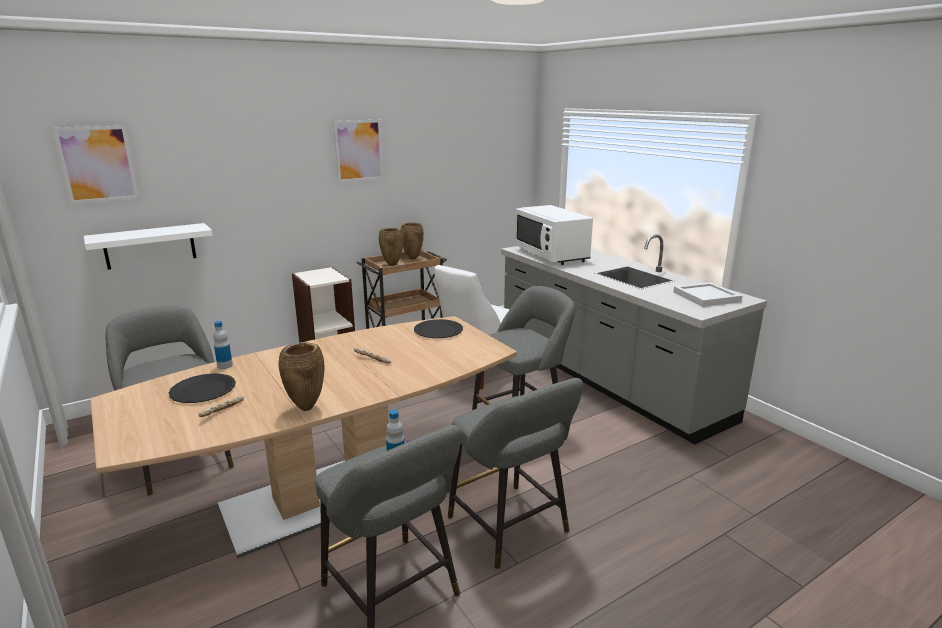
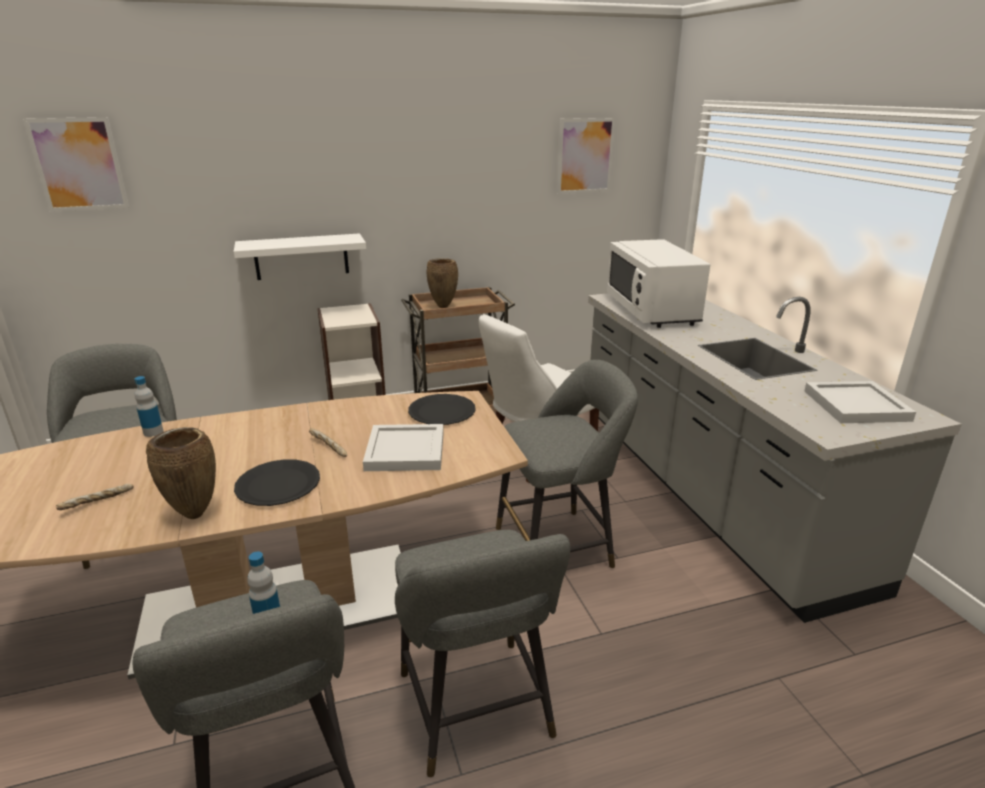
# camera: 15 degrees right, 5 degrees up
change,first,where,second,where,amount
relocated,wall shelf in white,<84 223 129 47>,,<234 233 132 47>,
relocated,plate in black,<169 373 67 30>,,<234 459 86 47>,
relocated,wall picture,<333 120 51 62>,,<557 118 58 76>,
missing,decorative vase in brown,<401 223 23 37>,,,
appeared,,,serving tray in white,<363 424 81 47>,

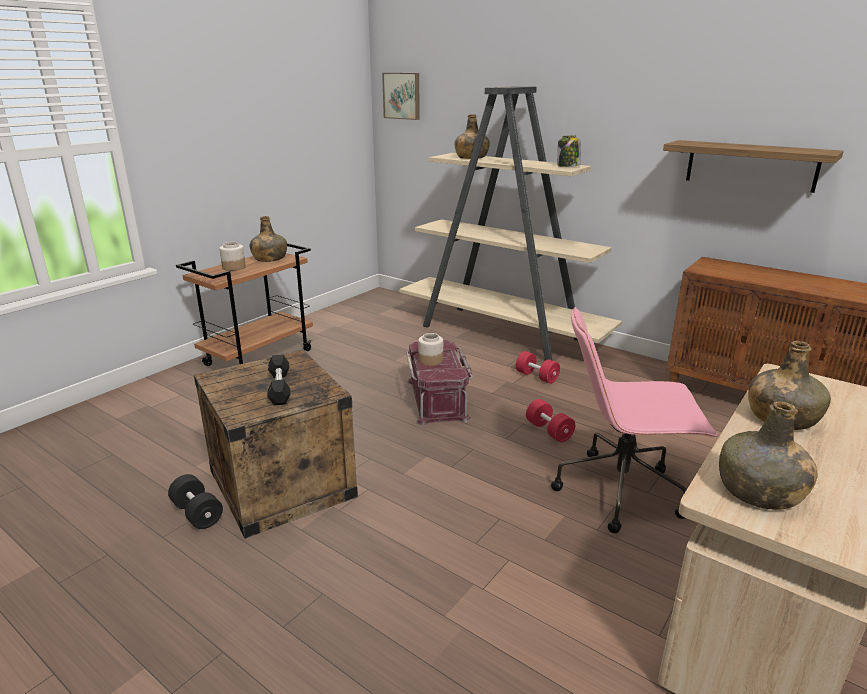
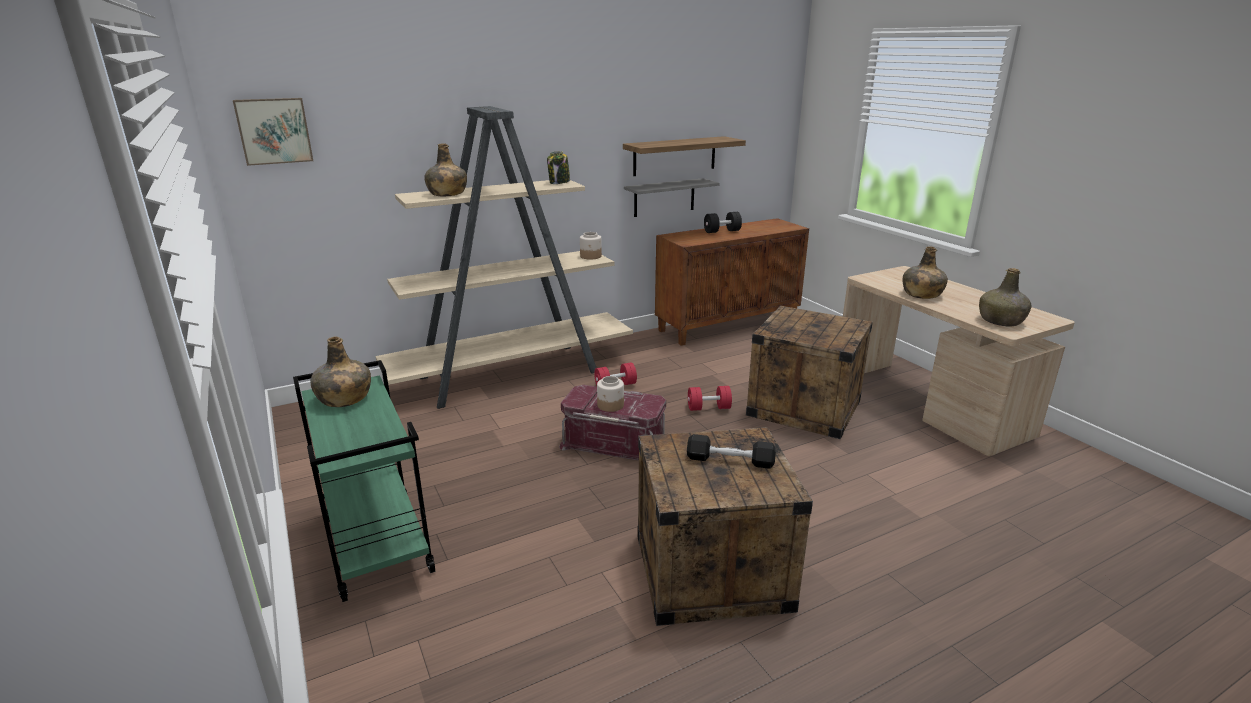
# camera: 65 degrees left, 0 degrees up
change,first,where,second,where,amount
relocated,free weight in black,<168 474 55 55>,,<704 212 38 21>,
colour,cart in brown,<176 243 137 123>,cart in green,<293 360 142 242>,
relocated,storage jar,<219 242 27 29>,,<580 232 22 27>,
exchanged,desk chair in pink-coloured,<551 307 167 226>,shipping crate,<746 306 127 133>,
appeared,,,wall shelf in grey,<624 178 96 39>,

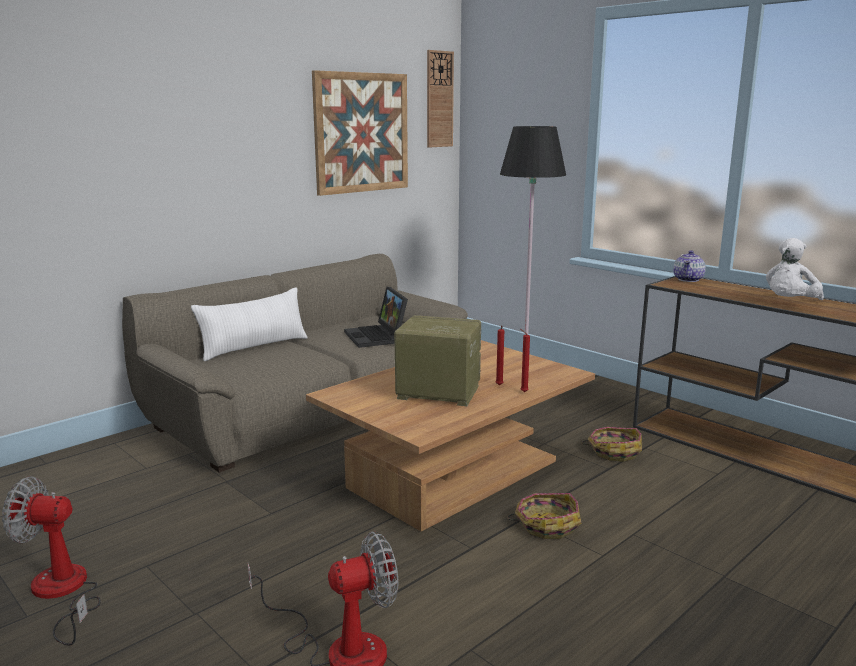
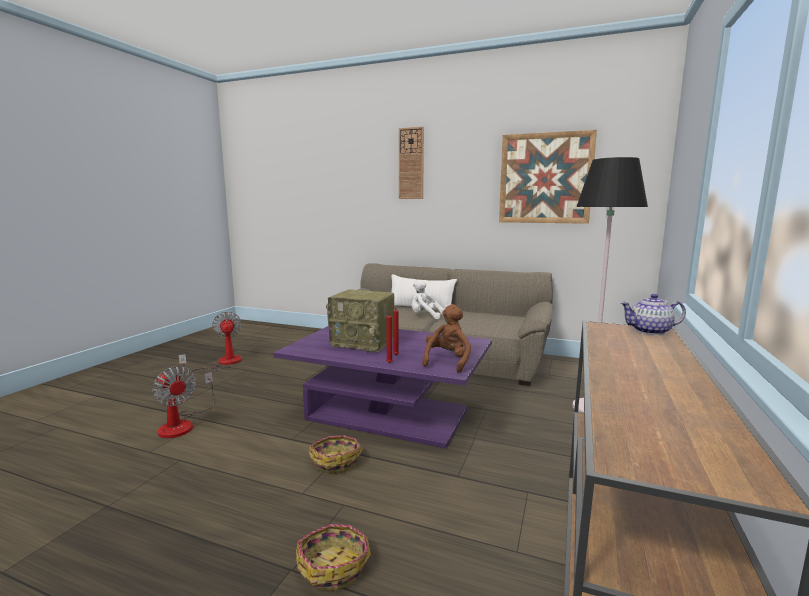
# camera: 65 degrees right, 5 degrees down
change,first,where,second,where,amount
colour,low table in brown,<306 340 289 192>,low table in purplish,<273 326 219 122>,
missing,notebook computer,<344 287 64 61>,,,
spun,radio set,<394 315 87 91>,,<328 289 66 64>,120 degrees clockwise
relocated,clock on the wall,<427 50 27 98>,,<399 127 25 72>,
relocated,storage basket,<581 427 61 35>,,<296 524 75 67>,
relocated,plush toy in white,<766 238 58 62>,,<412 280 33 39>,
appeared,,,plush toy in brown,<422 304 49 69>,

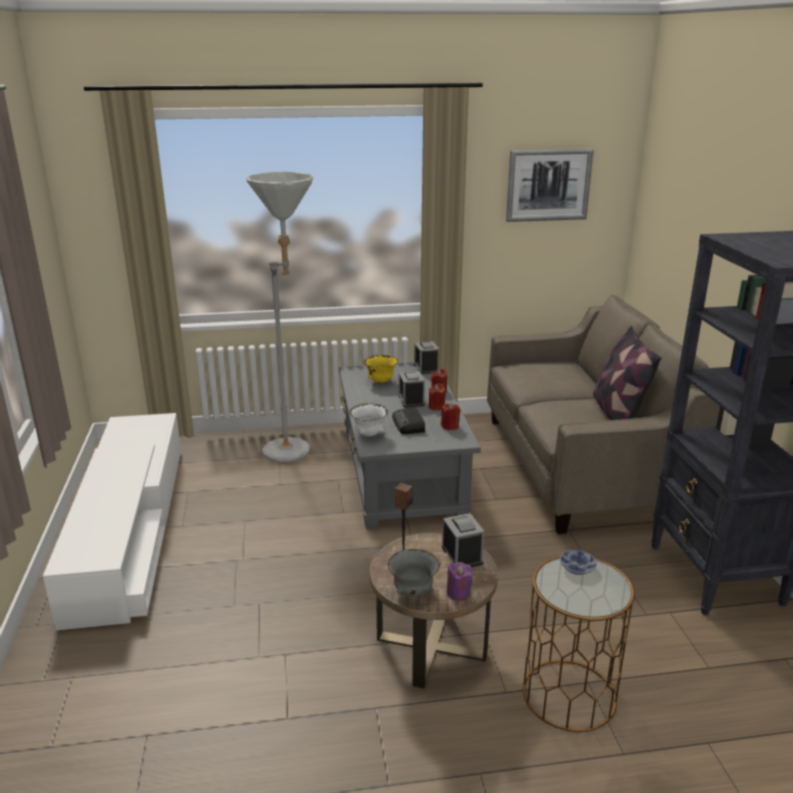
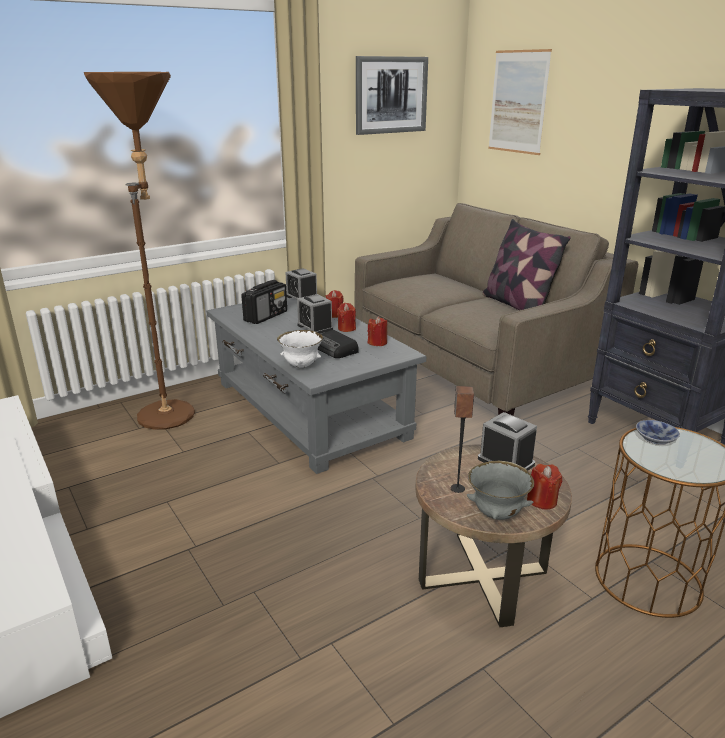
# camera: 25 degrees left, 0 degrees up
change,first,where,second,where,amount
colour,standard lamp in grey,<247 172 66 291>,standard lamp in brown,<84 72 111 358>,
exchanged,bowl in yellow,<364 355 34 28>,radio set,<241 280 46 44>,
colour,wax candle in purplish,<447 562 26 39>,wax candle in reddish,<527 464 35 45>,
appeared,,,wall picture,<488 49 64 106>,

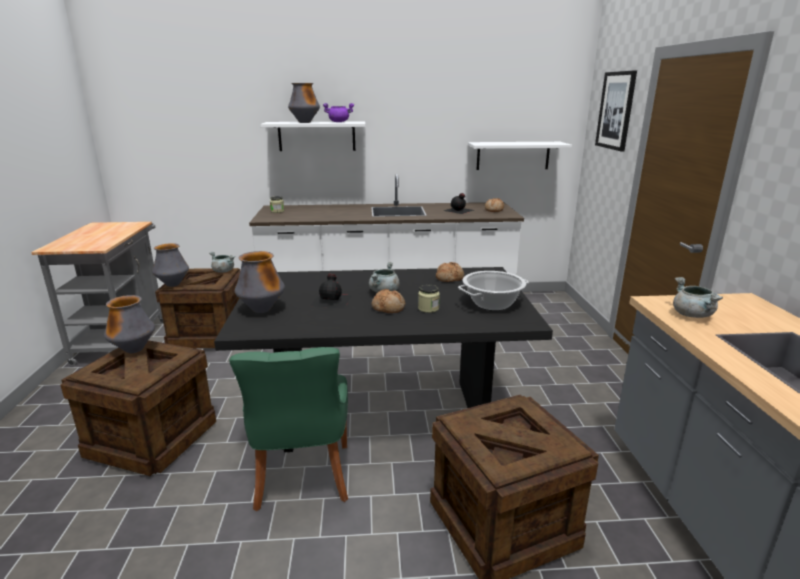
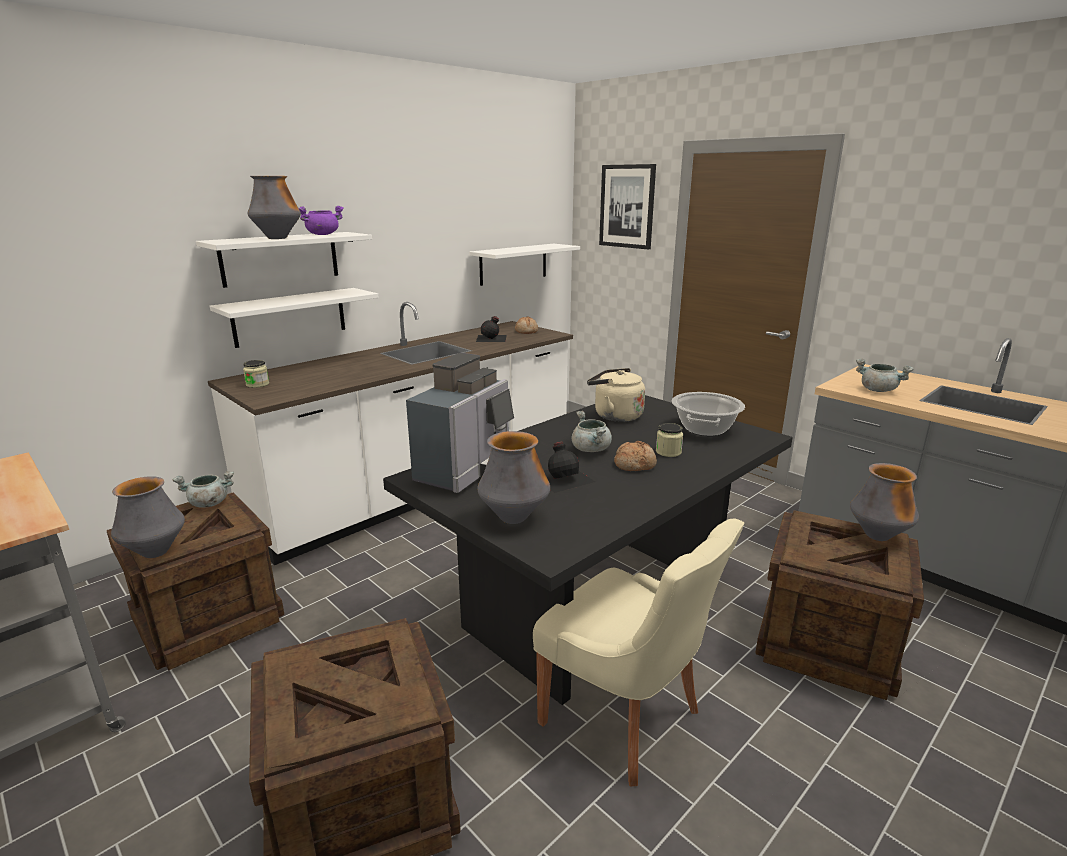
# camera: 40 degrees left, 0 degrees up
change,first,where,second,where,amount
relocated,decorative vase,<104 295 51 58>,,<850 463 69 78>,
colour,plain chair in green,<229 347 119 164>,plain chair in sand-coloured,<533 519 211 267>,
exchanged,bread,<436 262 28 20>,tea kettle in sand-coloured,<587 368 58 54>,
appeared,,,wall shelf in white,<210 288 169 60>,
appeared,,,coffee machine,<406 353 108 140>,

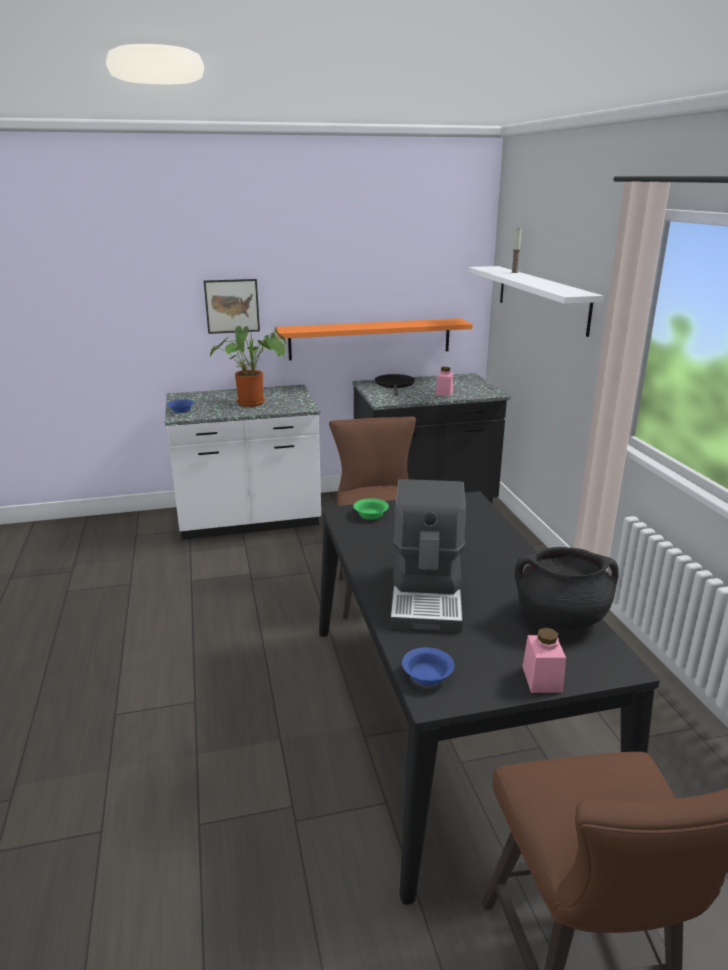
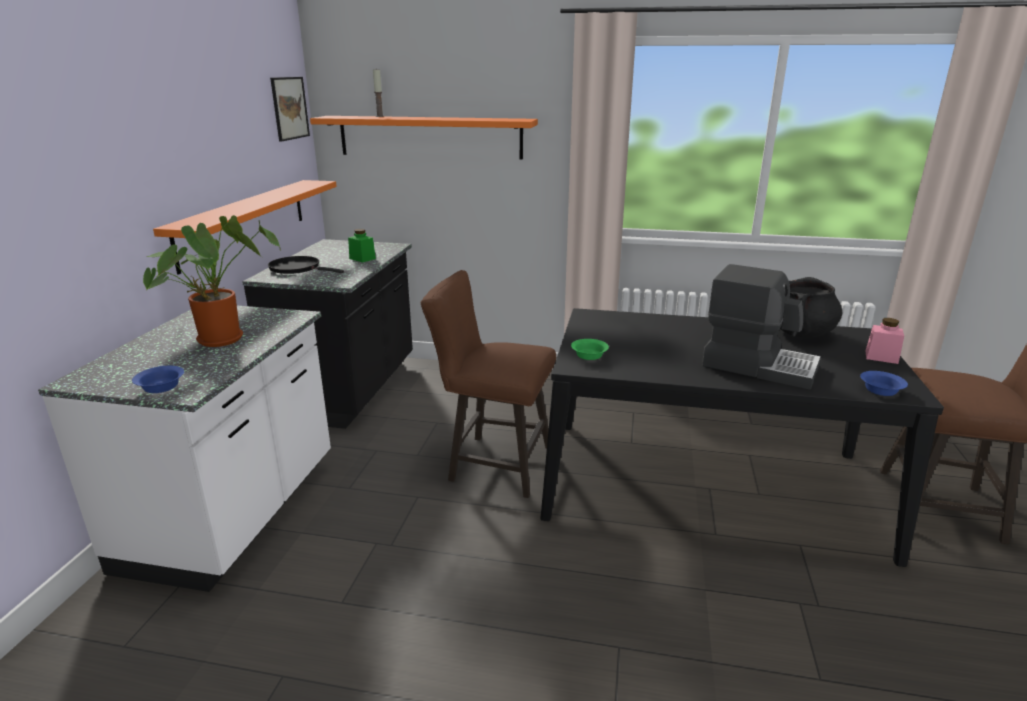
# camera: 65 degrees left, 0 degrees up
change,first,where,second,where,amount
relocated,wall picture,<204 279 56 55>,,<270 77 40 65>,
colour,storage jar in pink-coloured,<436 367 17 29>,storage jar in green,<348 229 28 34>,
colour,wall shelf in white,<468 266 135 71>,wall shelf in orange-coloured,<310 116 228 43>,

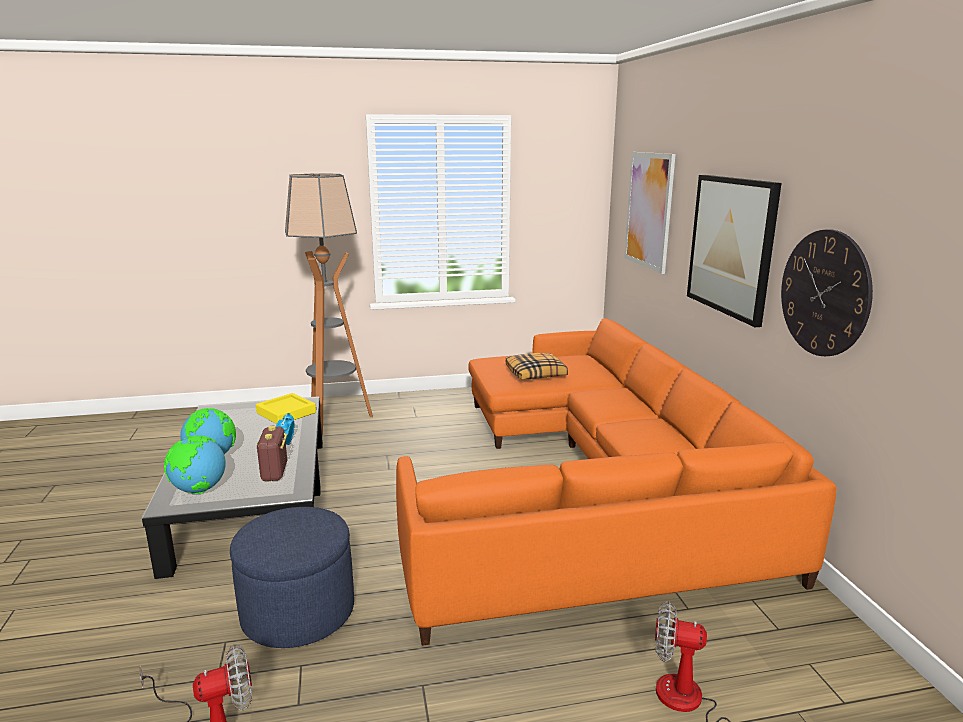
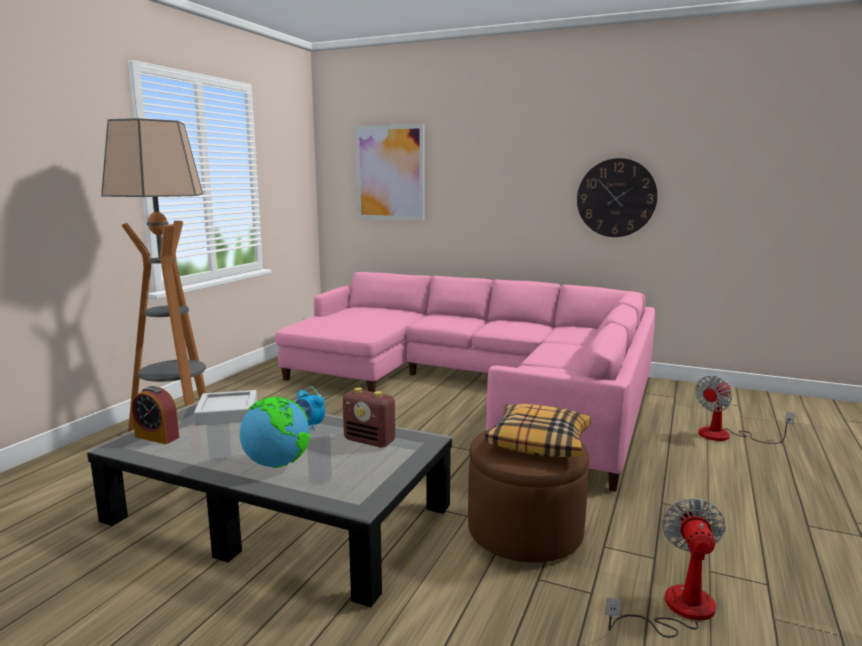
# camera: 55 degrees left, 5 degrees down
change,first,where,second,where,amount
missing,desk globe,<164 435 62 59>,,,
colour,ottoman in blue,<230 507 124 141>,ottoman in brown,<468 430 121 133>,
colour,serving tray in yellow,<256 393 60 31>,serving tray in grey,<194 390 63 35>,
colour,settee in orange-coloured,<396 318 441 328>,settee in pink-coloured,<275 272 380 220>,
relocated,throw pillow,<506 353 62 26>,,<485 404 106 53>,
missing,wall picture,<687 175 95 152>,,,
appeared,,,bedside clock,<132 386 47 58>,

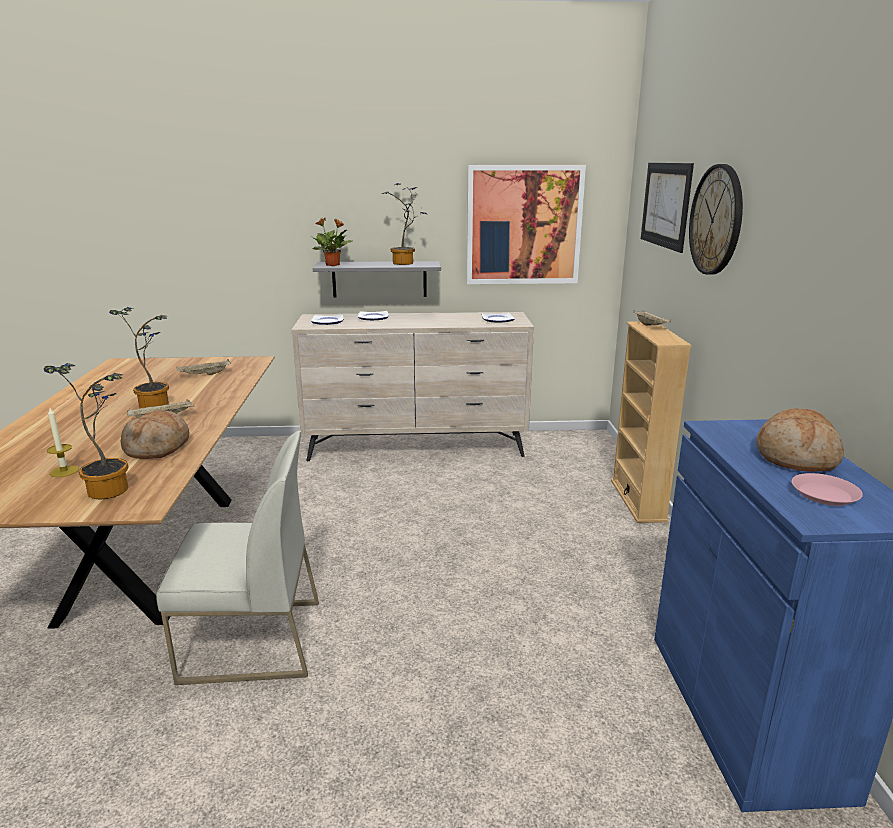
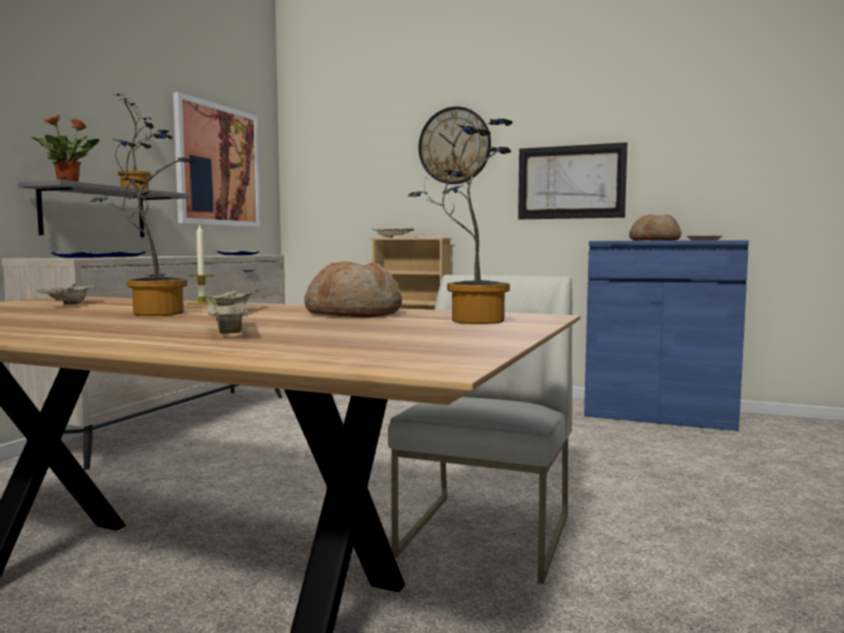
# camera: 65 degrees left, 15 degrees down
change,first,where,second,where,amount
relocated,wax candle,<47 408 32 69>,,<187 224 30 81>,
relocated,wall picture,<641 163 53 90>,,<518 142 109 77>,
appeared,,,serving tray in sand-coloured,<205 300 44 34>,

